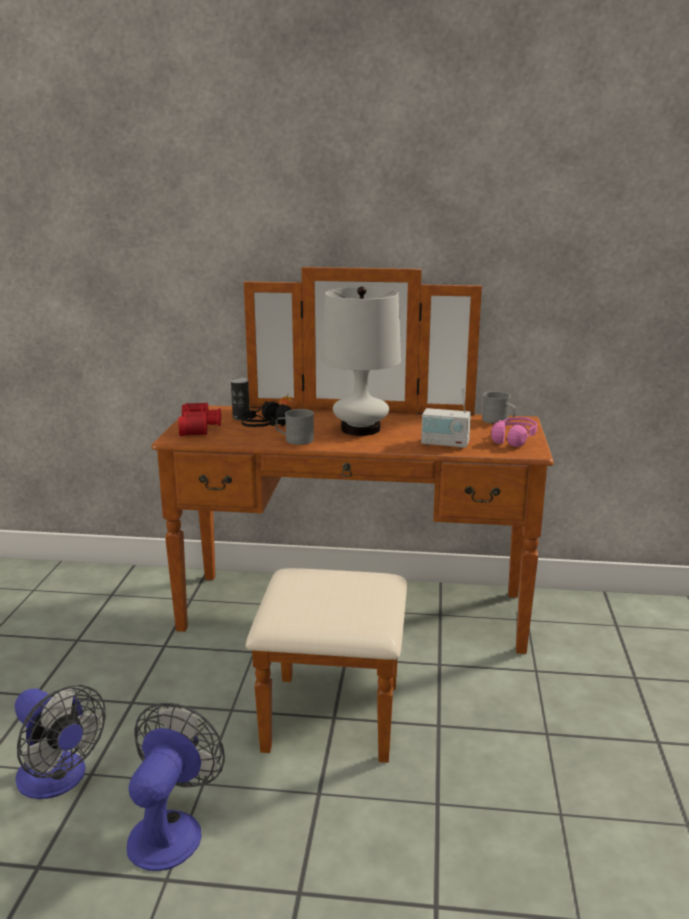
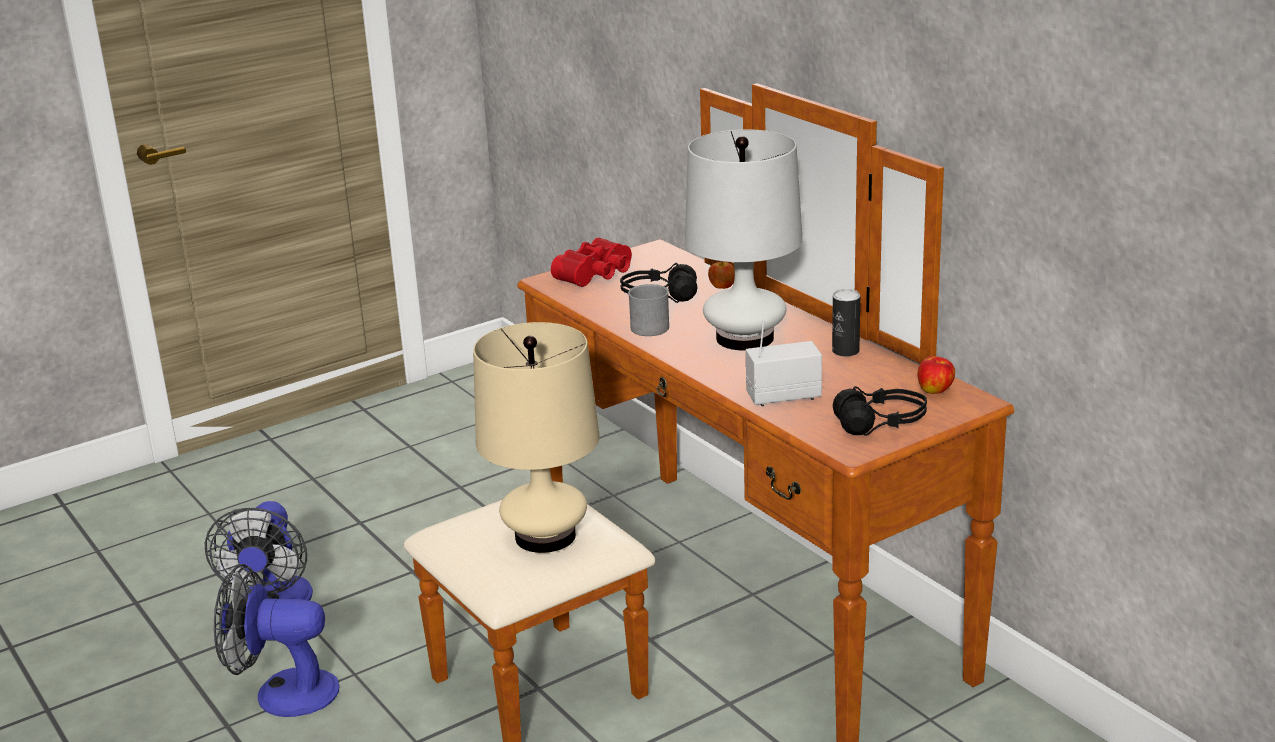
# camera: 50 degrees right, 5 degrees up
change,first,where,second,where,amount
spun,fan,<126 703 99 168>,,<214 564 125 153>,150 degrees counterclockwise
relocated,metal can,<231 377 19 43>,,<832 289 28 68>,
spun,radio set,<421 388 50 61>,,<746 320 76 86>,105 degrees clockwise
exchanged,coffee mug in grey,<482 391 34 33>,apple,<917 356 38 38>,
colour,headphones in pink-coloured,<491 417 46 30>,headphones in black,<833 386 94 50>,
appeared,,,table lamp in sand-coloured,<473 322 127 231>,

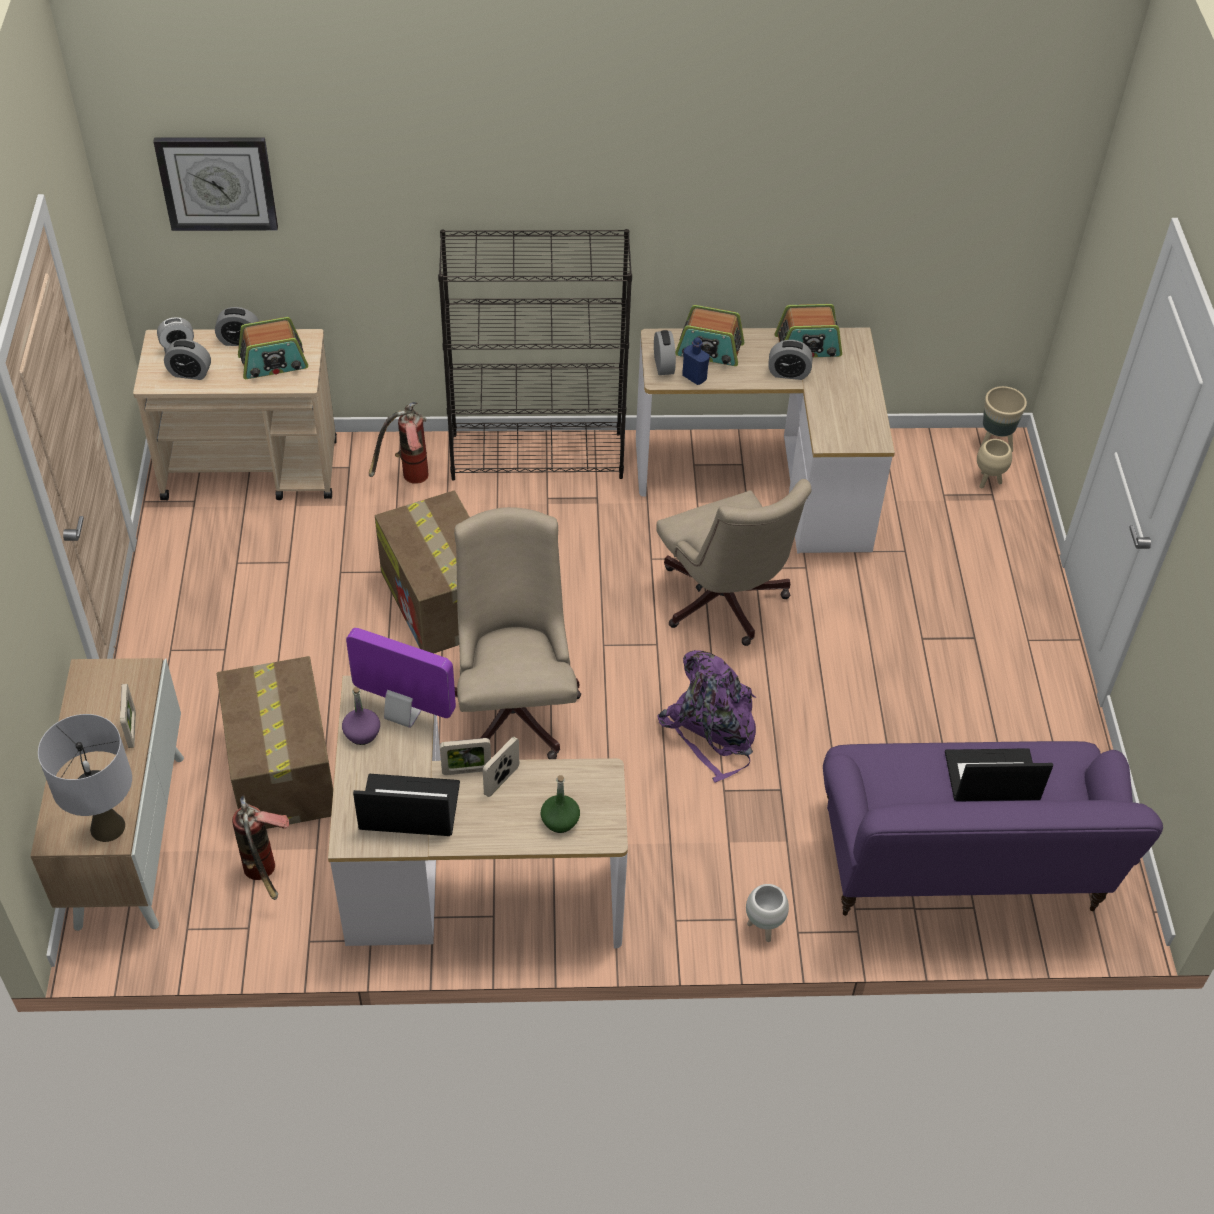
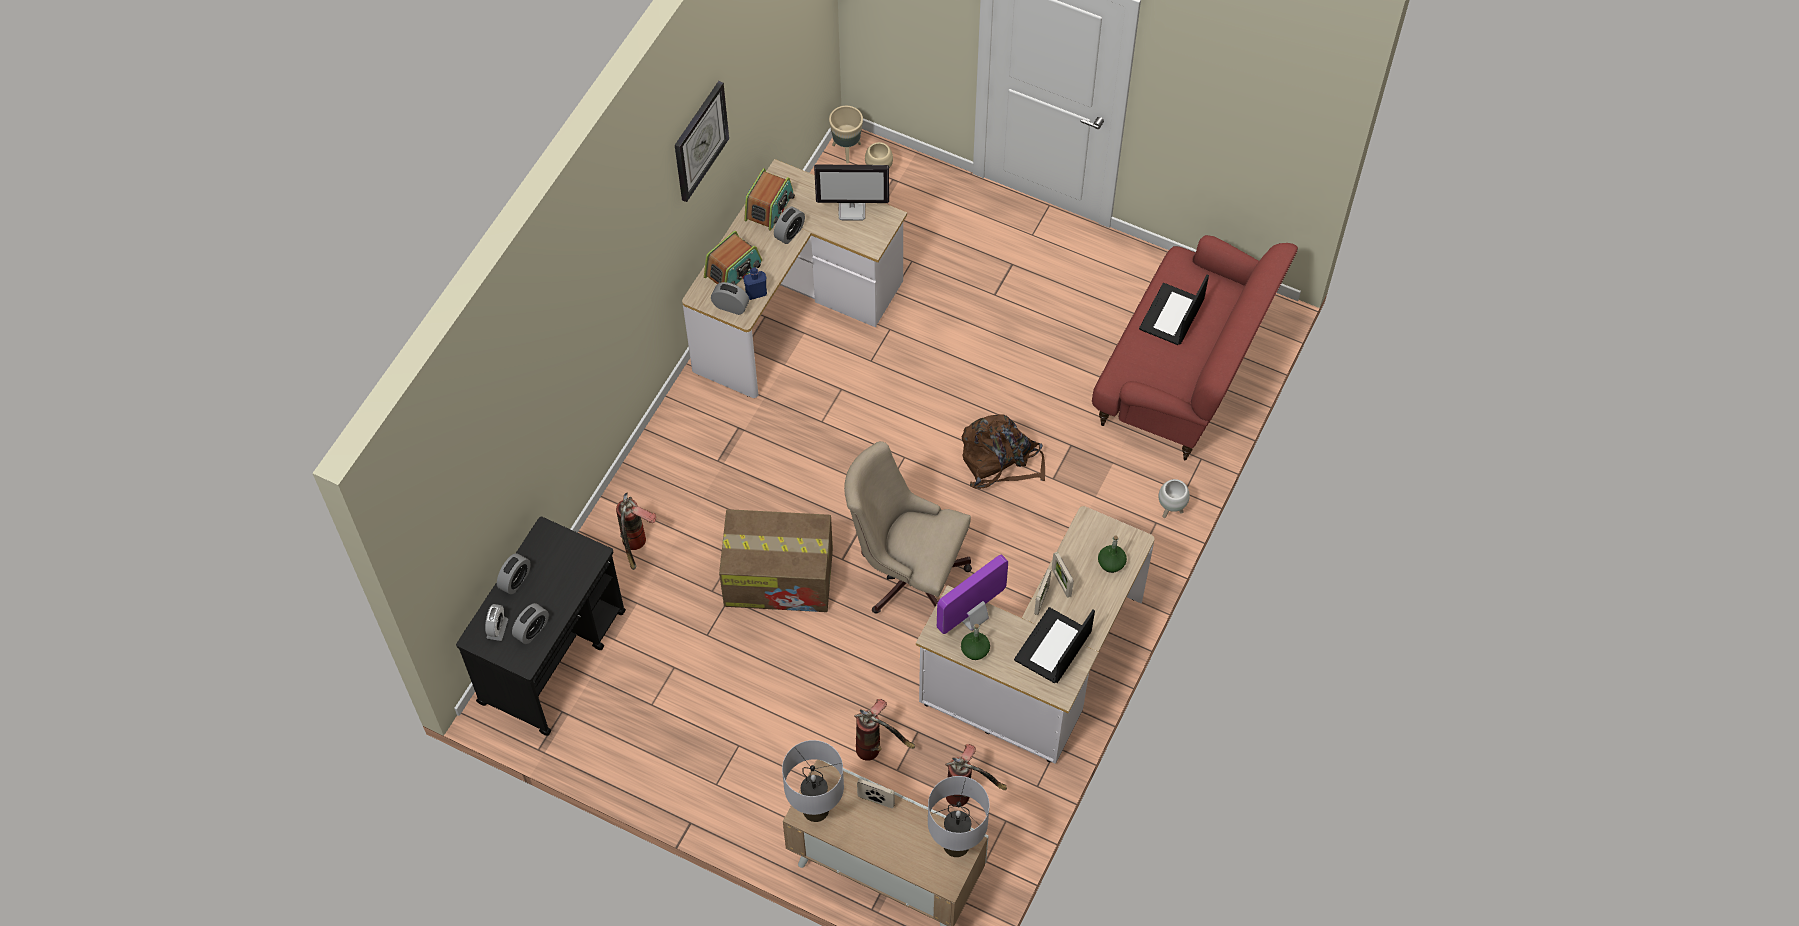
# camera: 60 degrees left, 10 degrees up
change,first,where,second,where,amount
colour,cart in sand-coloured,<133 329 204 171>,cart in black,<456 517 170 219>,
relocated,clock on the wall,<153 138 125 93>,,<675 81 54 121>,
exchanged,carton,<217 656 116 173>,fire extinguisher,<854 699 61 62>,
missing,radio set,<238 317 70 62>,,,
colour,beverage bottle in purplish,<342 687 38 58>,beverage bottle in green,<961 624 29 36>,
missing,bookshelf in black,<438 229 194 251>,,,
missing,desk chair in sand-coloured,<657 479 155 167>,,,
colour,knapsack in purplish,<658 650 98 133>,knapsack in brown,<962 414 83 75>,
colour,settee in purplish,<823 741 340 175>,settee in reddish,<1092 235 206 225>,
appeared,,,table lamp in grey,<782 740 62 82>,
appeared,,,computer display,<814 165 75 56>,

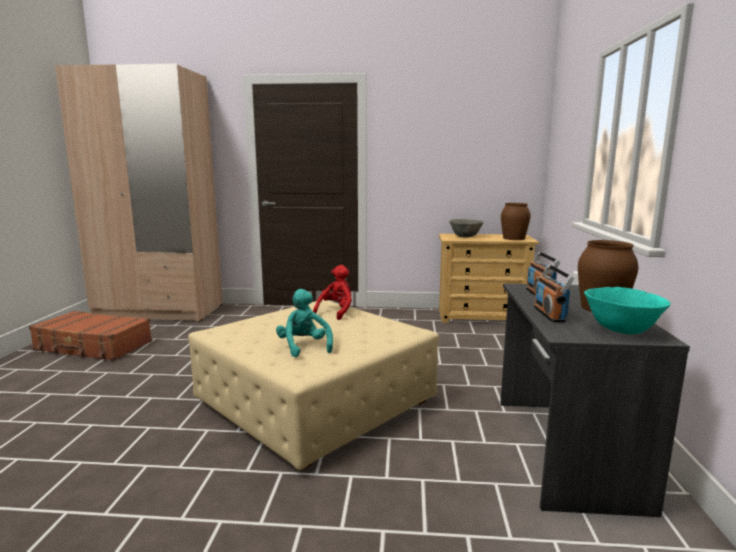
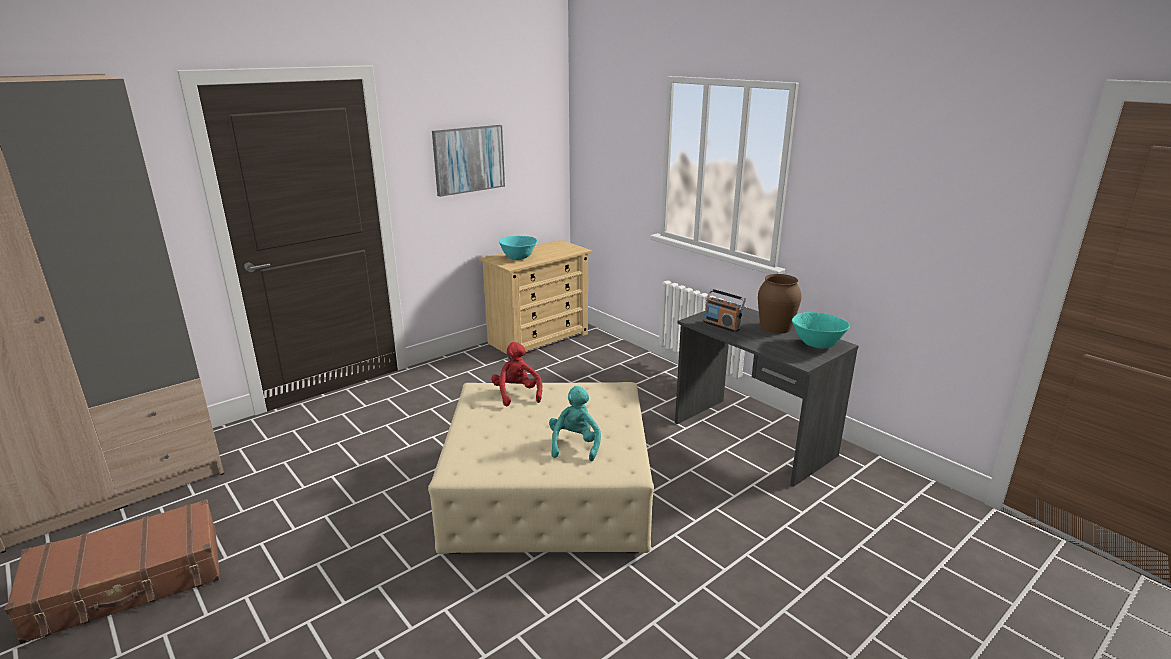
# camera: 45 degrees left, 10 degrees up
change,first,where,second,where,amount
spun,plush toy in turquoise,<276 289 57 68>,,<549 386 52 75>,75 degrees clockwise
colour,bowl in grey,<449 219 35 18>,bowl in turquoise,<499 236 38 24>,
missing,decorative vase in brown,<501 203 30 37>,,,
missing,radio set,<534 265 40 57>,,,
appeared,,,wall picture,<432 125 73 72>,

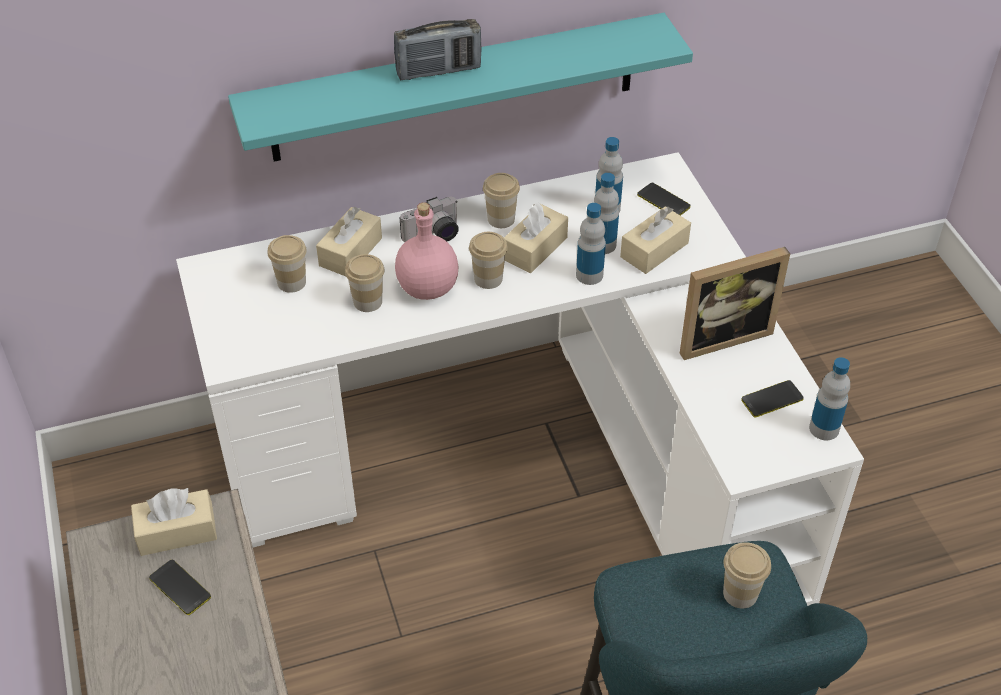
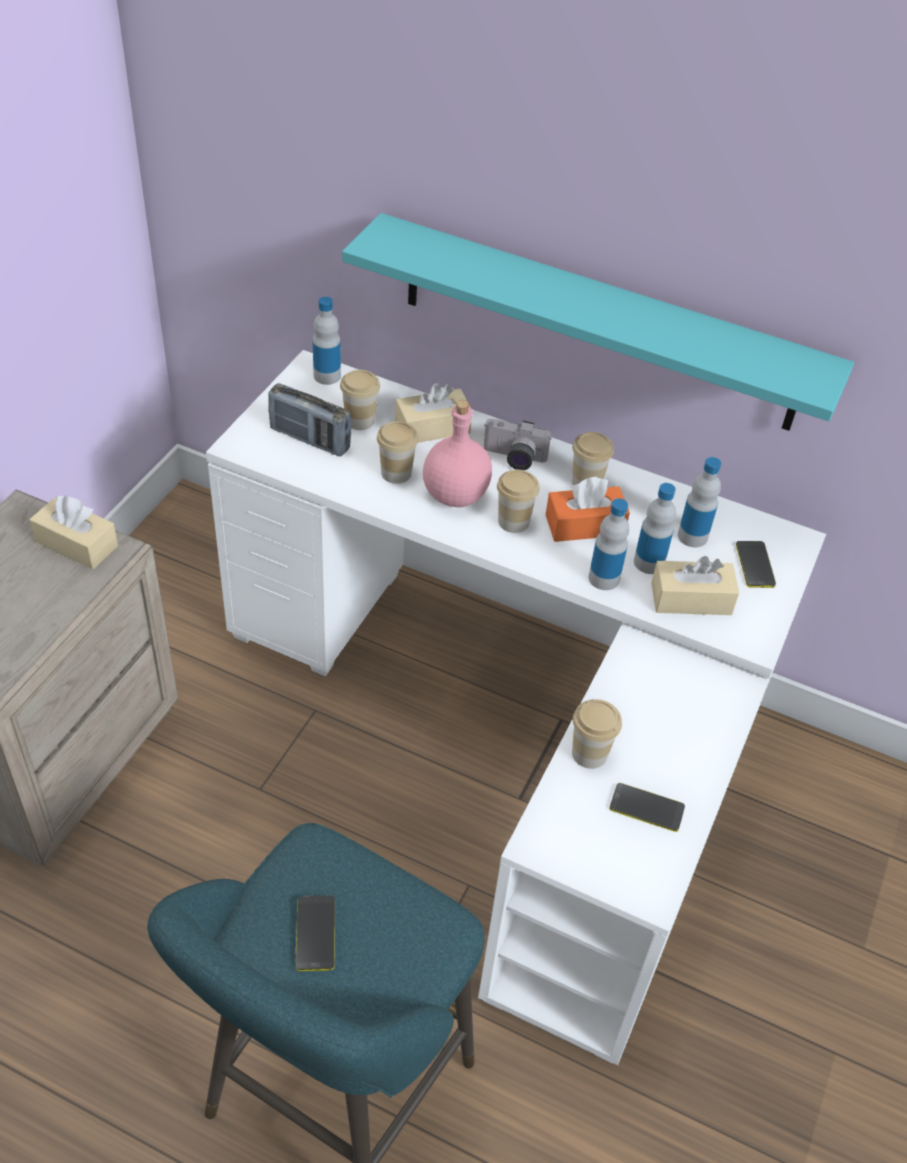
# camera: 40 degrees right, 0 degrees up
change,first,where,second,where,amount
relocated,handset,<149 560 62 55>,,<296 896 39 75>,
relocated,radio set,<394 19 87 61>,,<268 383 83 74>,
colour,box of tissues in sand-coloured,<504 203 64 70>,box of tissues in orange-coloured,<546 477 84 65>,
missing,picture frame,<680 247 110 113>,,,
relocated,drinking cup,<723 542 48 67>,,<572 699 50 70>,
relocated,beverage bottle,<809 357 41 84>,,<312 297 29 88>,

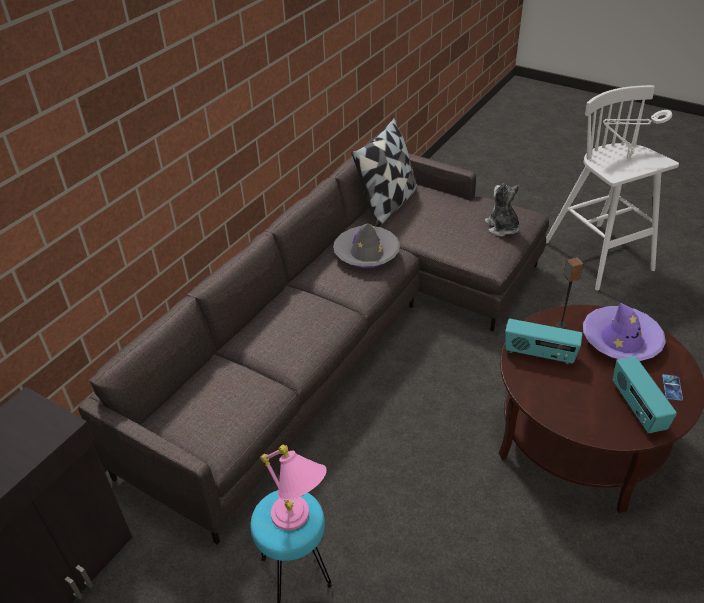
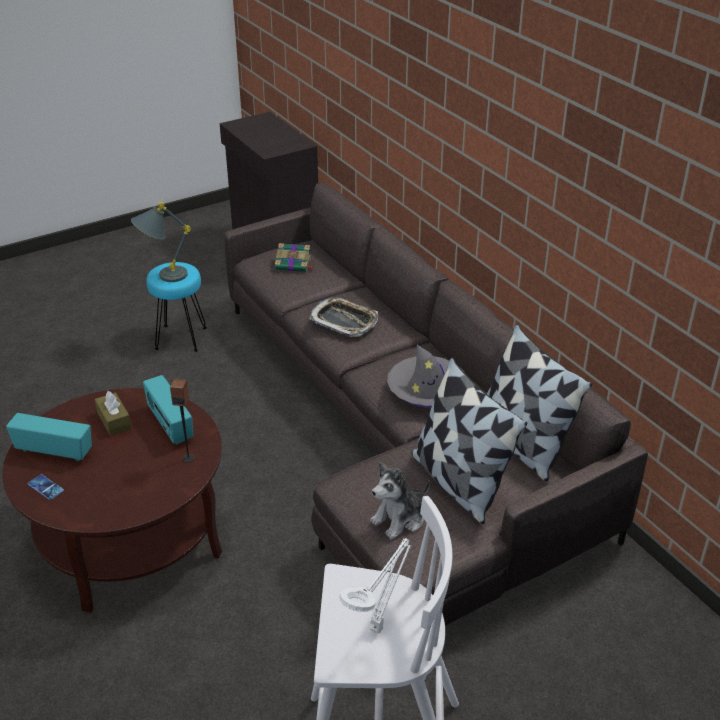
# camera: 115 degrees right, 5 degrees down
change,first,where,second,where,amount
colour,table lamp in pink-coloured,<260 445 67 85>,table lamp in grey,<131 202 60 80>,
spun,plush toy,<485 183 34 53>,,<370 462 60 77>,135 degrees clockwise
spun,radio set,<505 319 78 45>,,<143 375 51 70>,75 degrees counterclockwise
missing,hat in purplish,<583 302 83 59>,,,
appeared,,,box of tissues in brown,<95 391 37 45>,
appeared,,,book,<275 243 38 29>,
appeared,,,serving tray,<309 297 69 40>,
appeared,,,throw pillow,<412 358 115 166>,

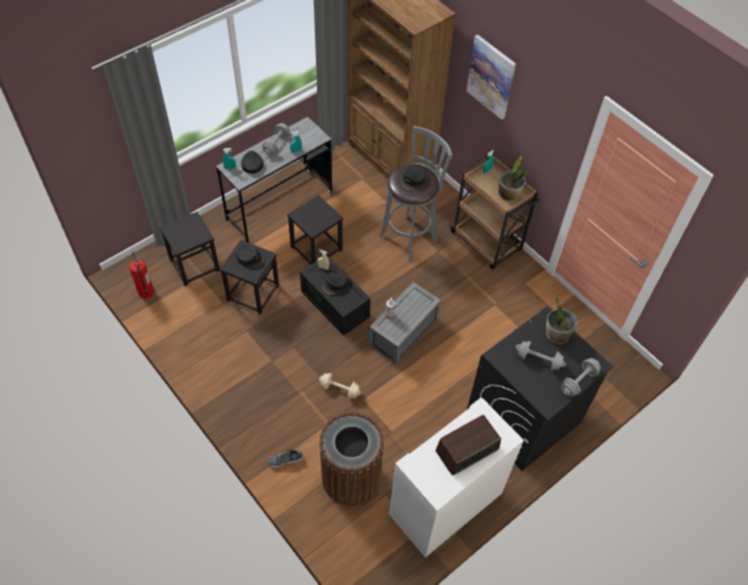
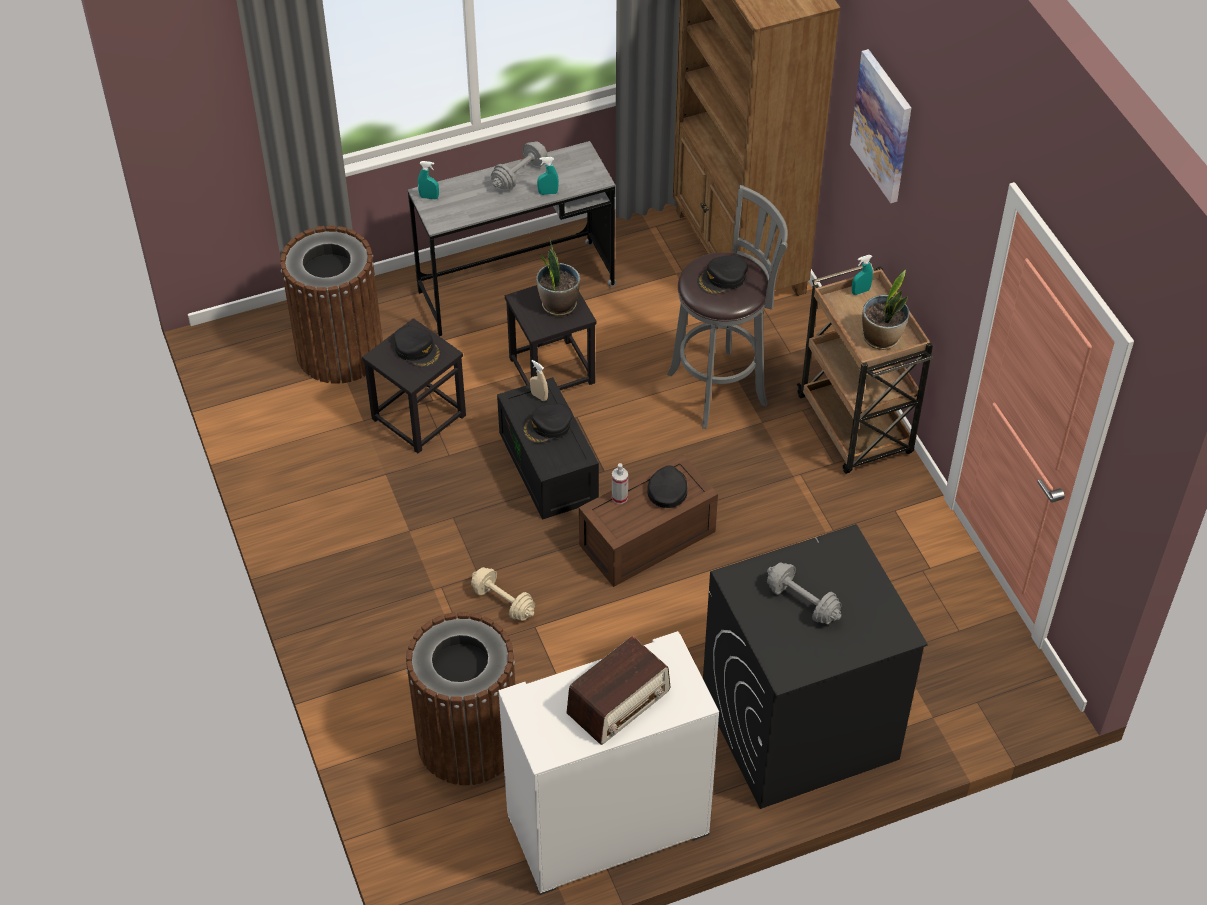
# camera: 20 degrees right, 5 degrees down
change,first,where,second,where,amount
missing,fire extinguisher,<129 251 25 48>,,,
exchanged,stool in black,<159 212 61 74>,rubbish bin in brown,<280 225 103 159>,
relocated,baseball cap in black,<241 151 22 23>,,<647 466 40 42>,
missing,item of footwear,<268 449 35 19>,,,
colour,storage container in grey,<369 282 72 82>,storage container in brown,<579 454 139 133>,
spun,radio set,<436 415 65 60>,,<566 636 104 109>,150 degrees clockwise
relocated,potted plant,<546 297 31 47>,,<537 238 43 78>,
missing,free weight in grey,<561 358 40 39>,,,

